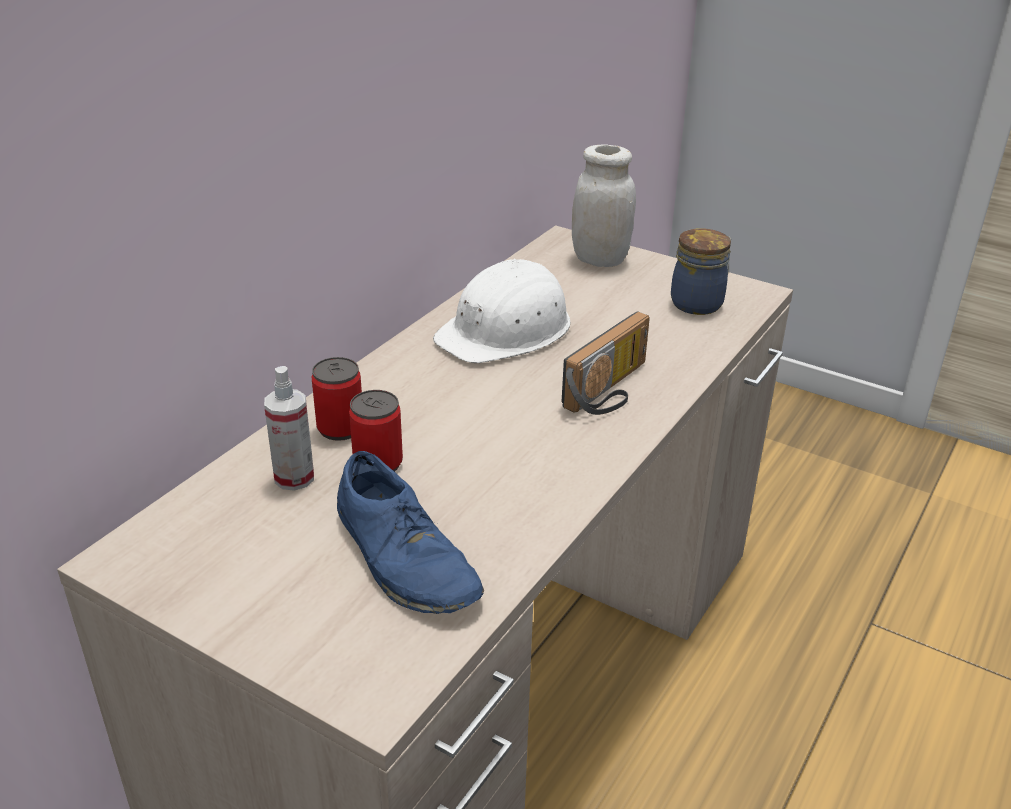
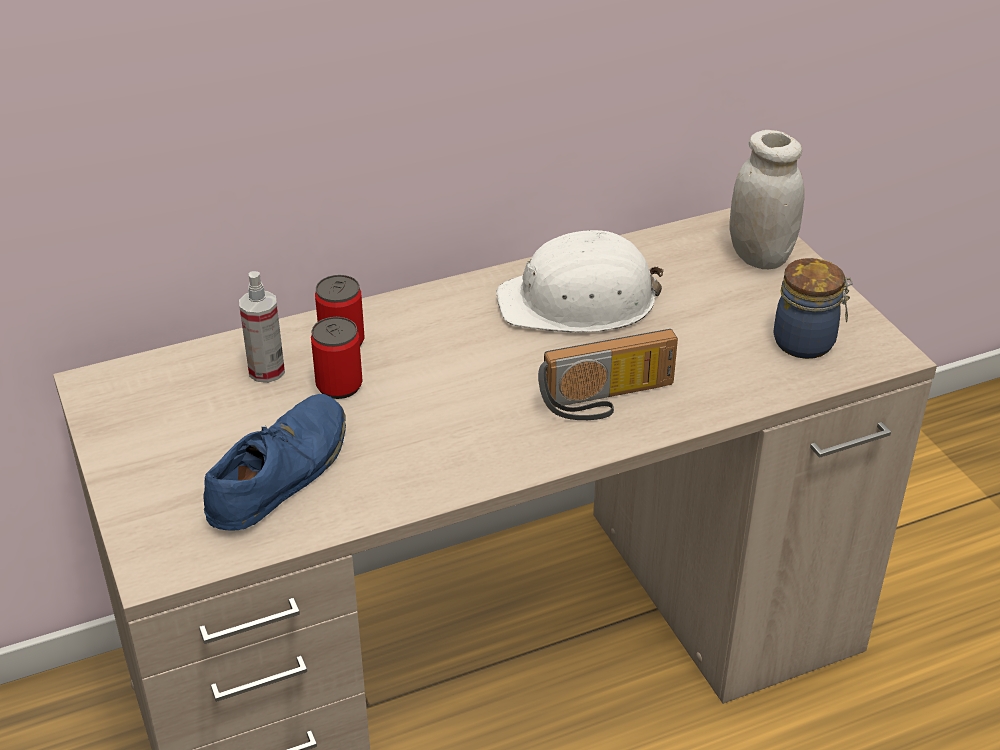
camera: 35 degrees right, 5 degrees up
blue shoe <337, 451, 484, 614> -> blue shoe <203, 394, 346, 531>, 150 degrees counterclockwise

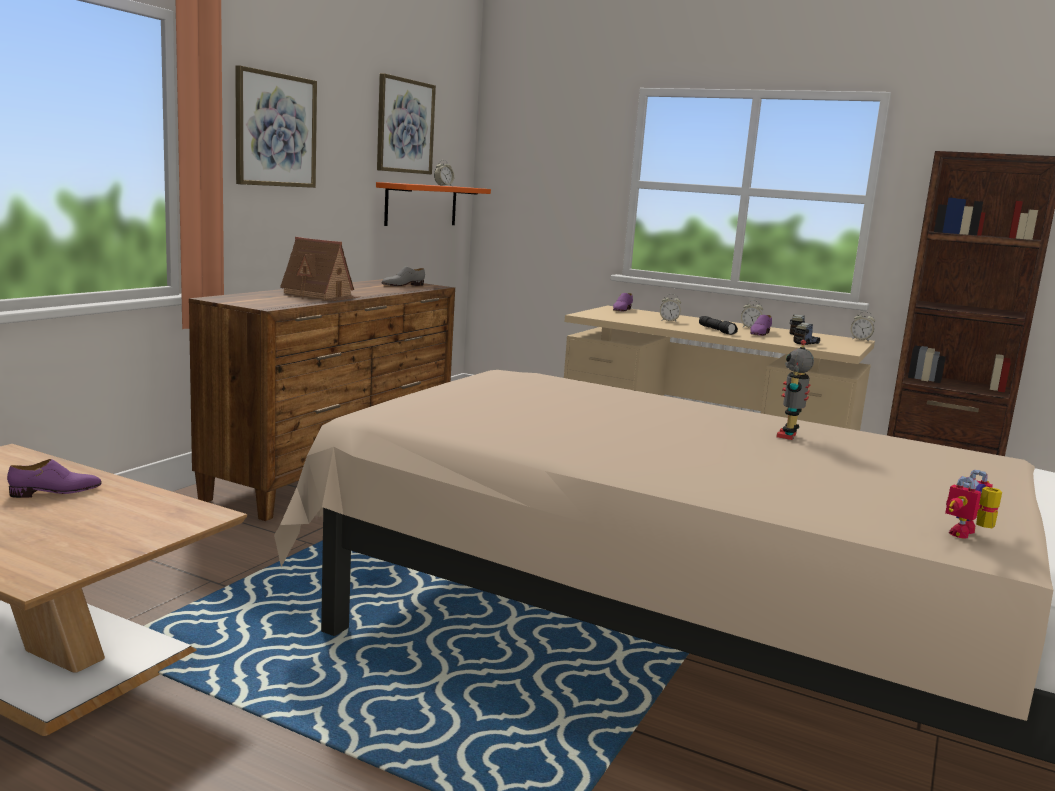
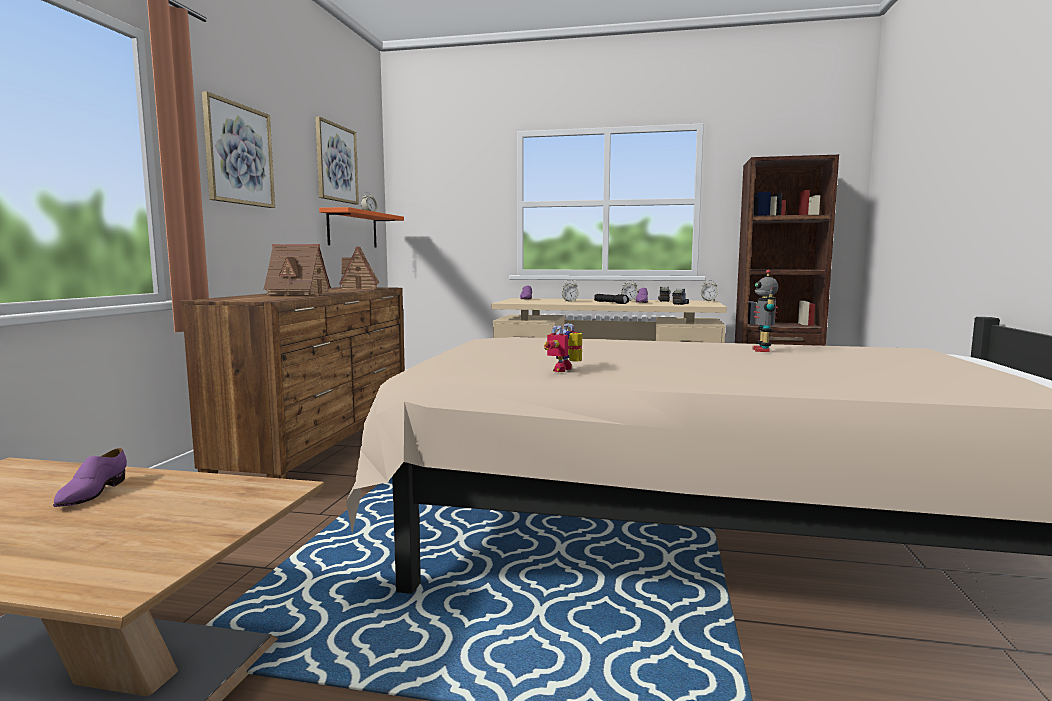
camera: 15 degrees left, 5 degrees down
grey shoe <382, 266, 425, 286> -> toy house <339, 246, 380, 290>
purple shoe <7, 459, 102, 498> -> purple shoe <53, 448, 127, 507>, 135 degrees clockwise
toy robot <945, 470, 1002, 538> -> toy robot <544, 323, 582, 372>, moved

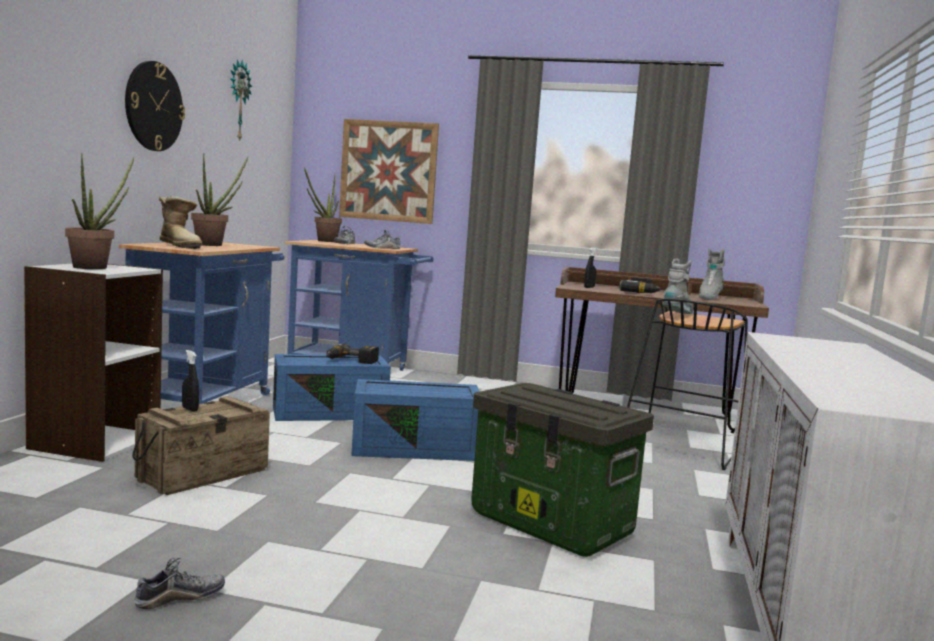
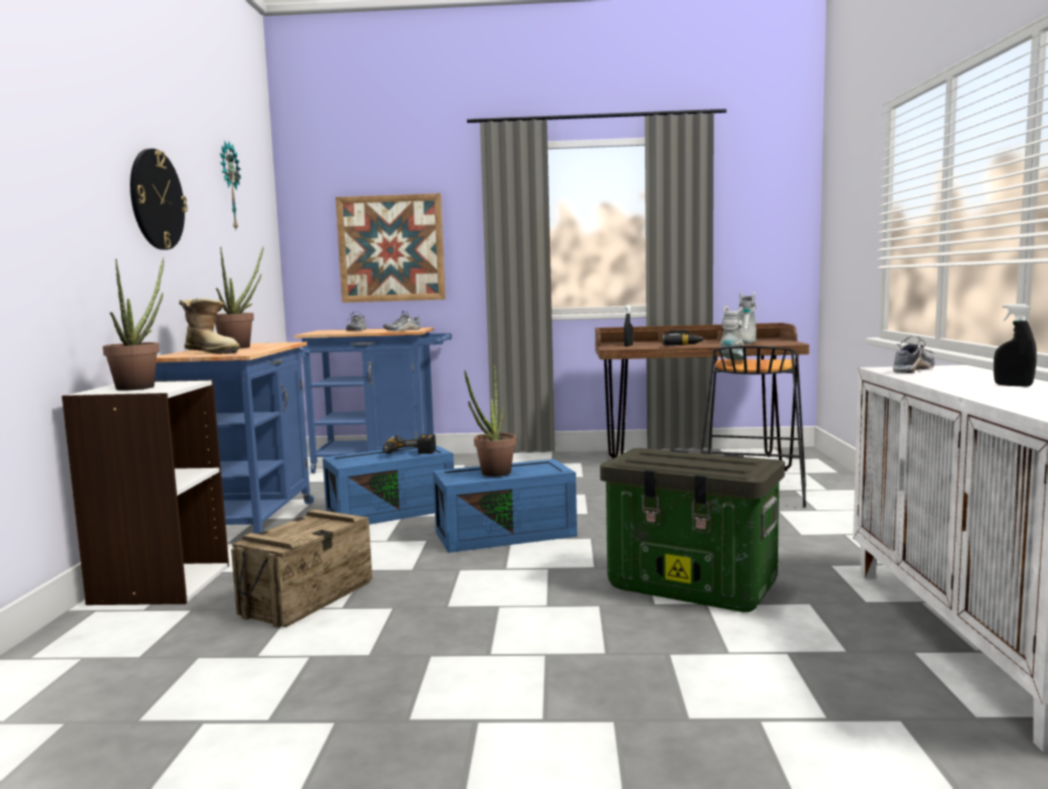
camera: 10 degrees left, 0 degrees up
potted plant <304, 167, 342, 242> -> potted plant <464, 365, 516, 477>, moved
black spray bottle <182, 350, 199, 412> -> black spray bottle <994, 304, 1037, 387>, moved
shoe <134, 558, 225, 609> -> shoe <893, 336, 935, 373>, moved

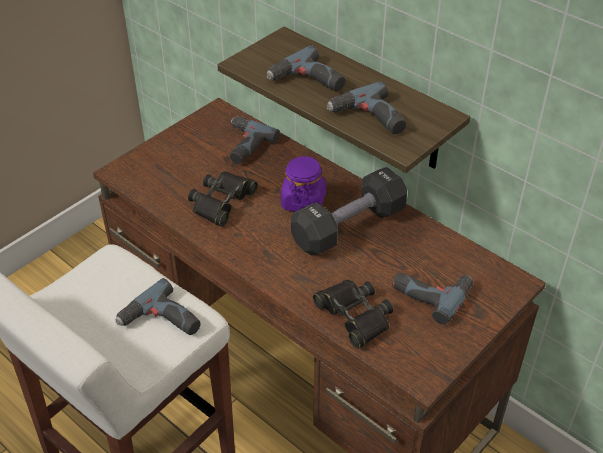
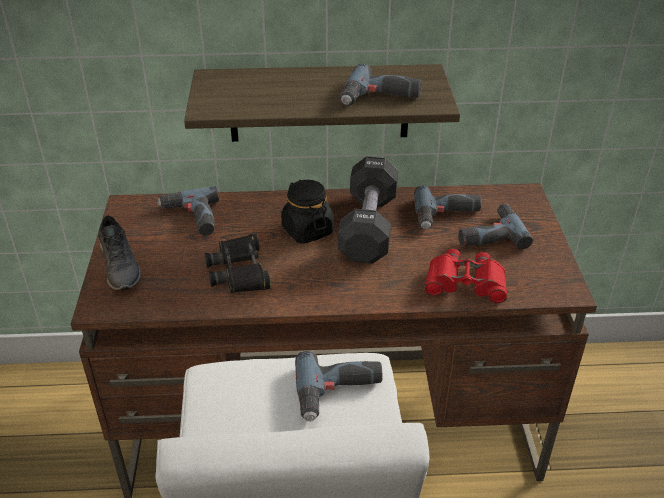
camera: 45 degrees left, 5 degrees down
power drill <266, 45, 345, 91> -> power drill <414, 185, 481, 229>, moved
purple jar <281, 155, 326, 212> -> black jar <281, 180, 334, 244>
black binoculars <313, 280, 393, 349> -> red binoculars <424, 249, 508, 303>
none -> grey shoe <98, 215, 141, 291>

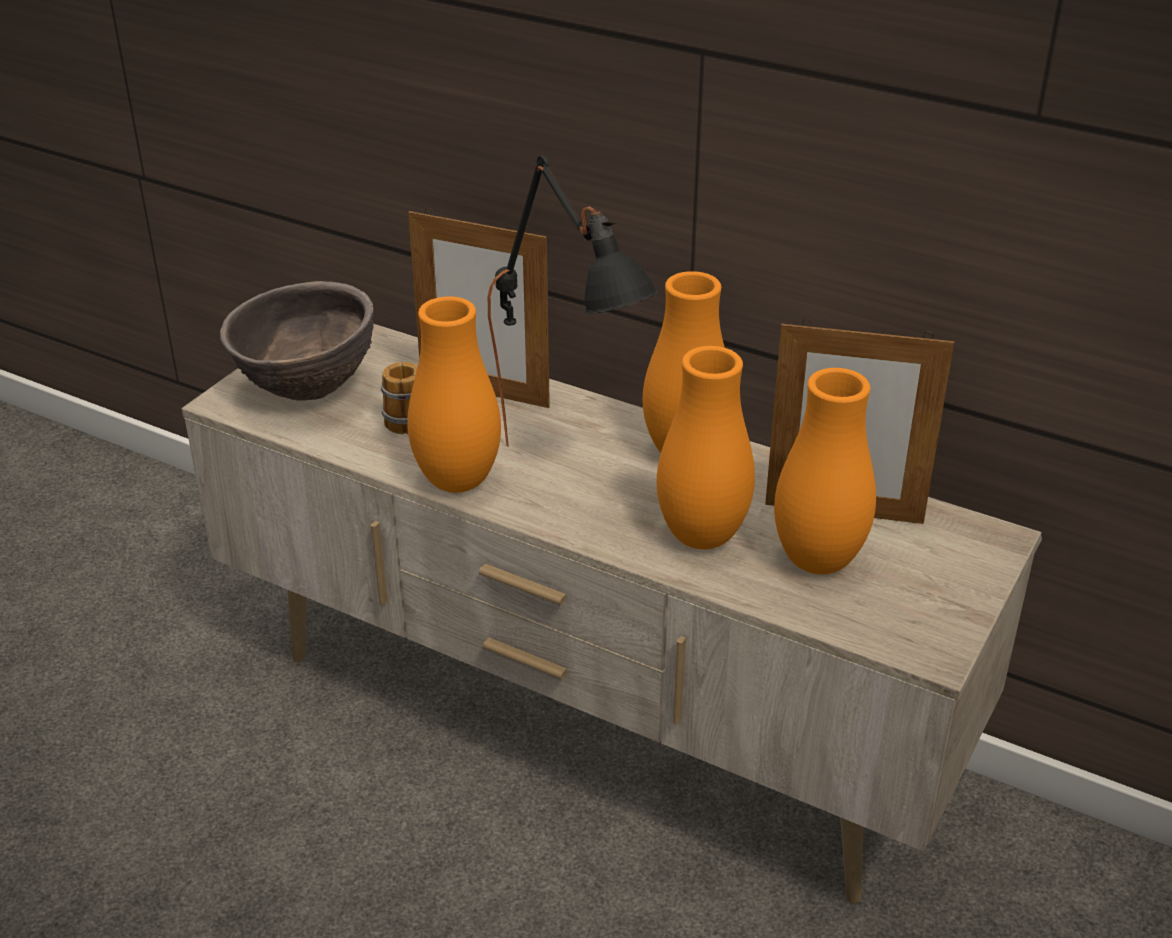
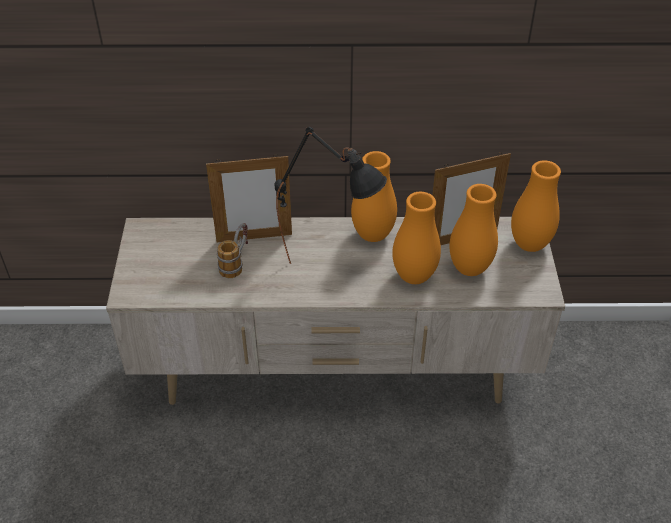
camera: 30 degrees left, 10 degrees up
brown bowl <220, 281, 374, 401> -> none
orange vase <407, 297, 501, 493> -> orange vase <511, 160, 561, 252>, moved

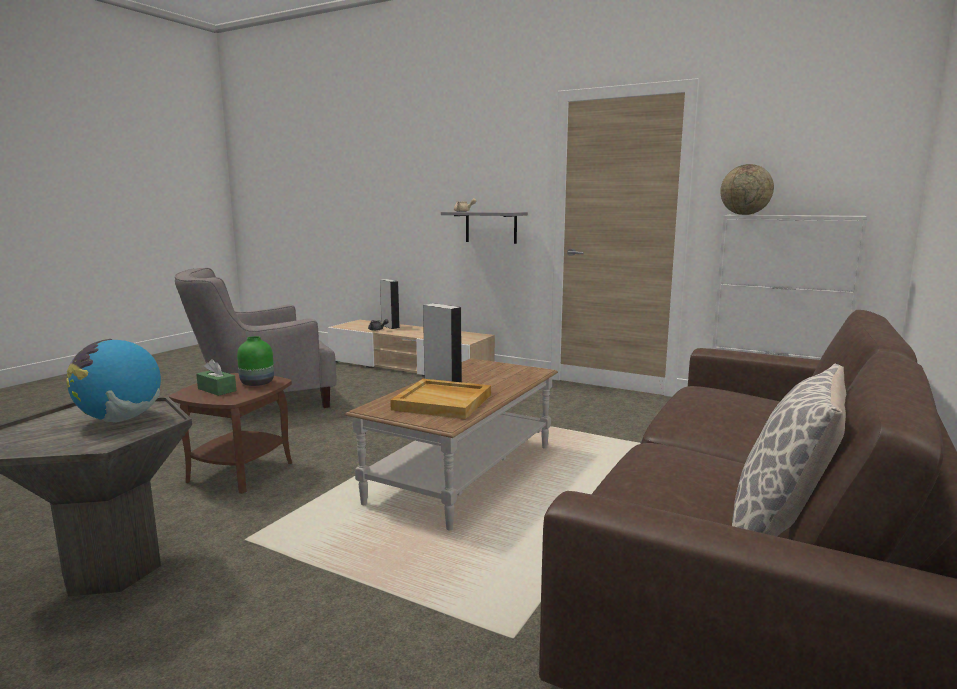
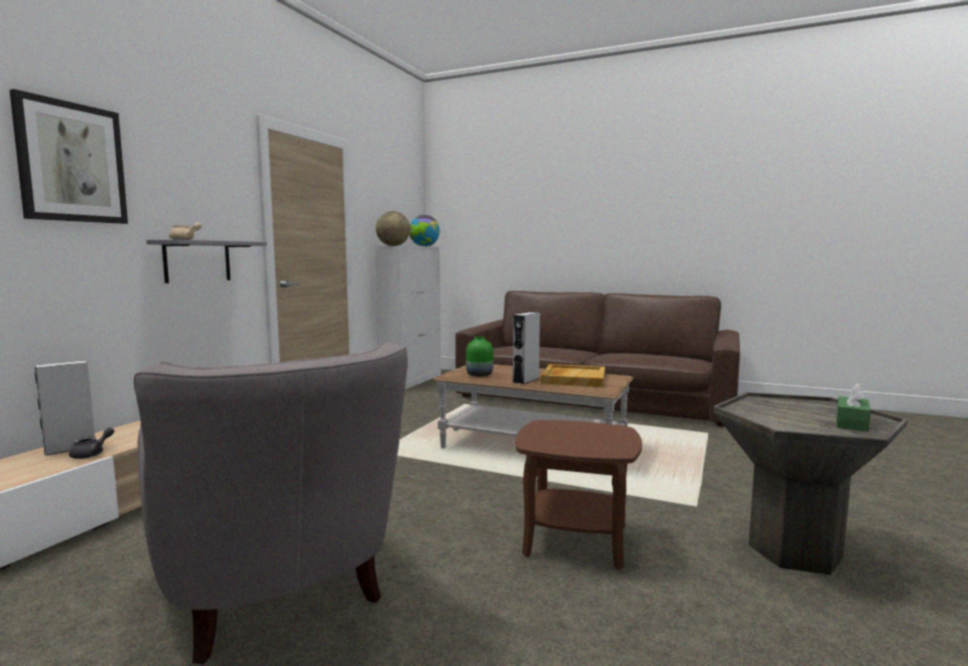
camera: 95 degrees left, 5 degrees down
green vase <237, 336, 274, 386> -> green vase <466, 337, 493, 377>, moved
globe <66, 339, 161, 422> -> globe <409, 215, 440, 247>, moved
green tissue box <196, 359, 236, 396> -> green tissue box <837, 383, 871, 432>, moved
pillow <732, 364, 846, 536> -> none
none -> picture <10, 89, 128, 224>

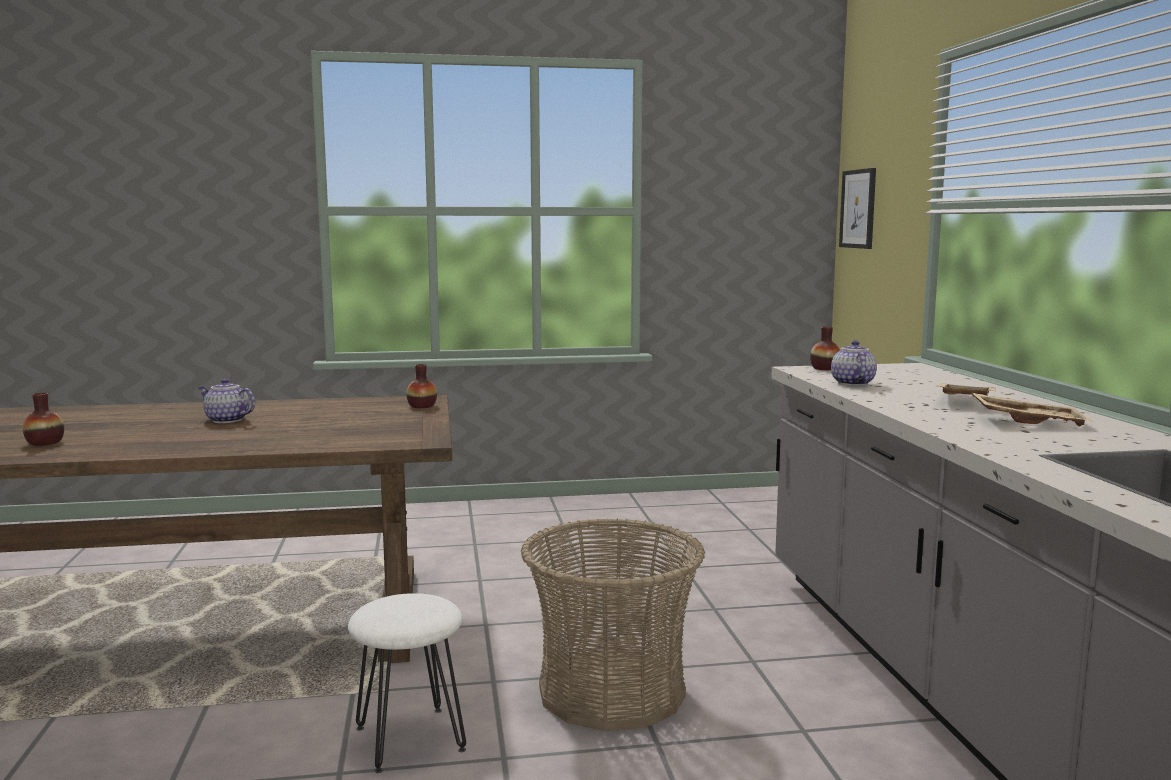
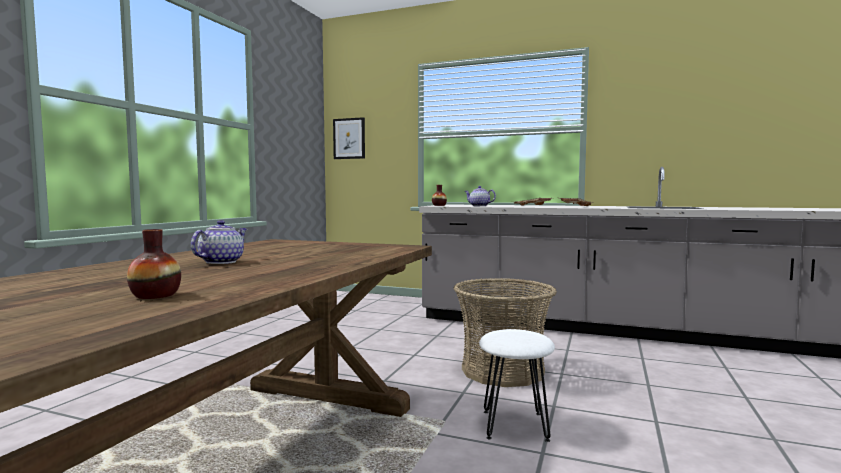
camera: 60 degrees left, 5 degrees down
vase <406, 364, 437, 408> -> none
teapot <198, 379, 255, 423> -> teapot <191, 220, 247, 264>, 150 degrees clockwise

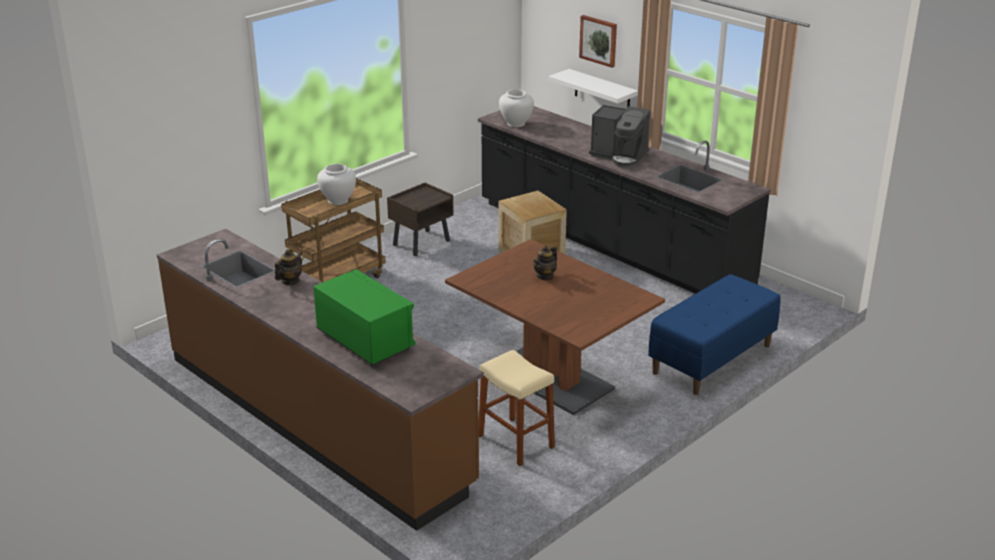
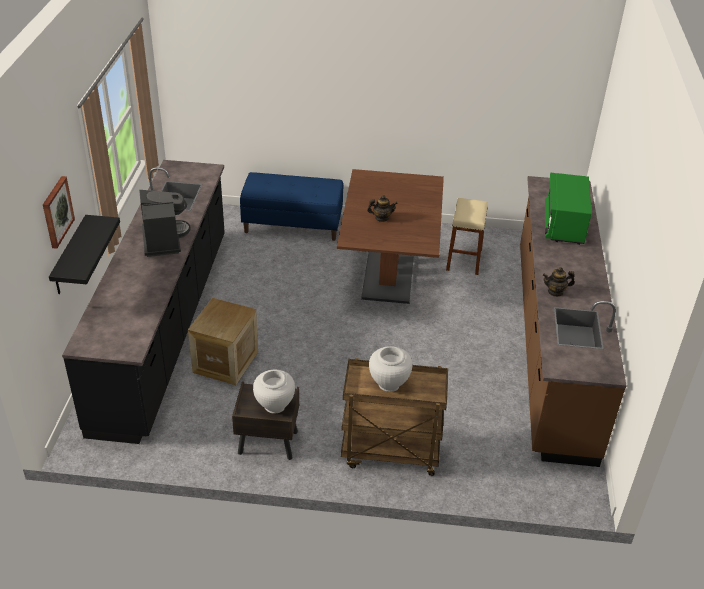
camera: 130 degrees left, 10 degrees up
white shelf <548, 69, 638, 107> -> black shelf <49, 215, 120, 294>
white vase <499, 89, 534, 127> -> white vase <253, 369, 295, 414>, moved

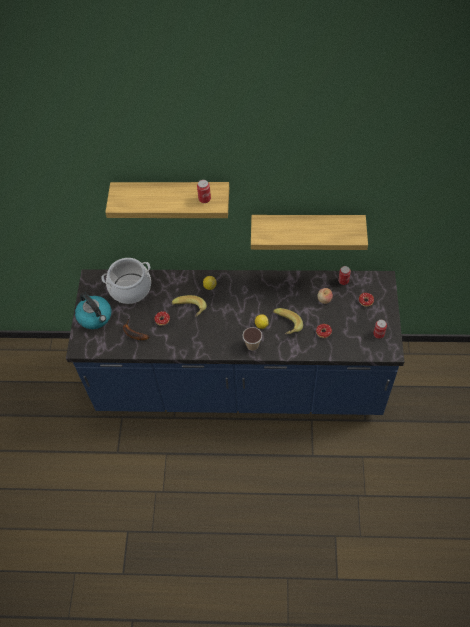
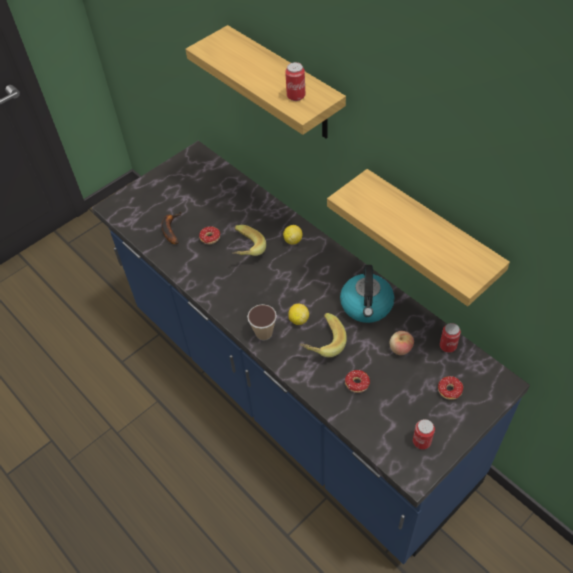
camera: 45 degrees right, 5 degrees down
cooking pot <101, 258, 151, 304> -> none
kettle <75, 292, 111, 329> -> kettle <340, 265, 394, 323>, moved

